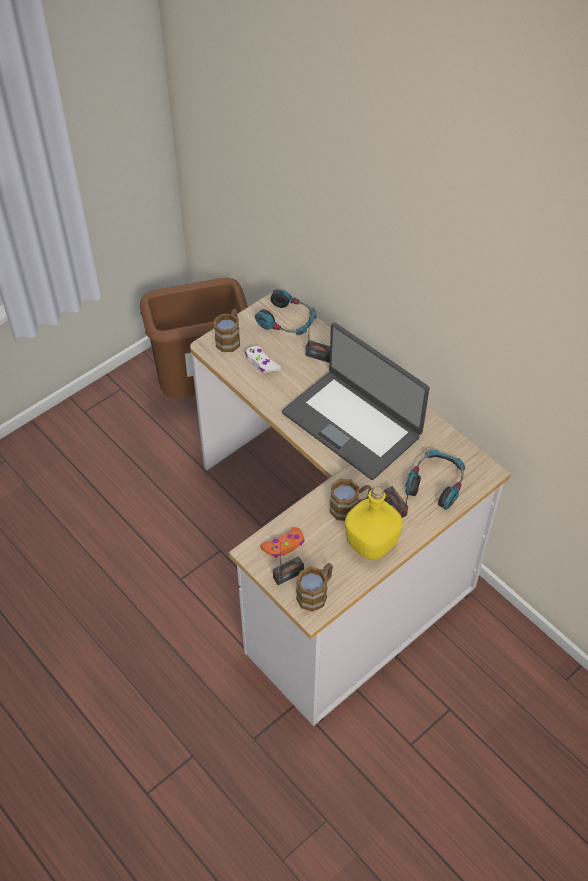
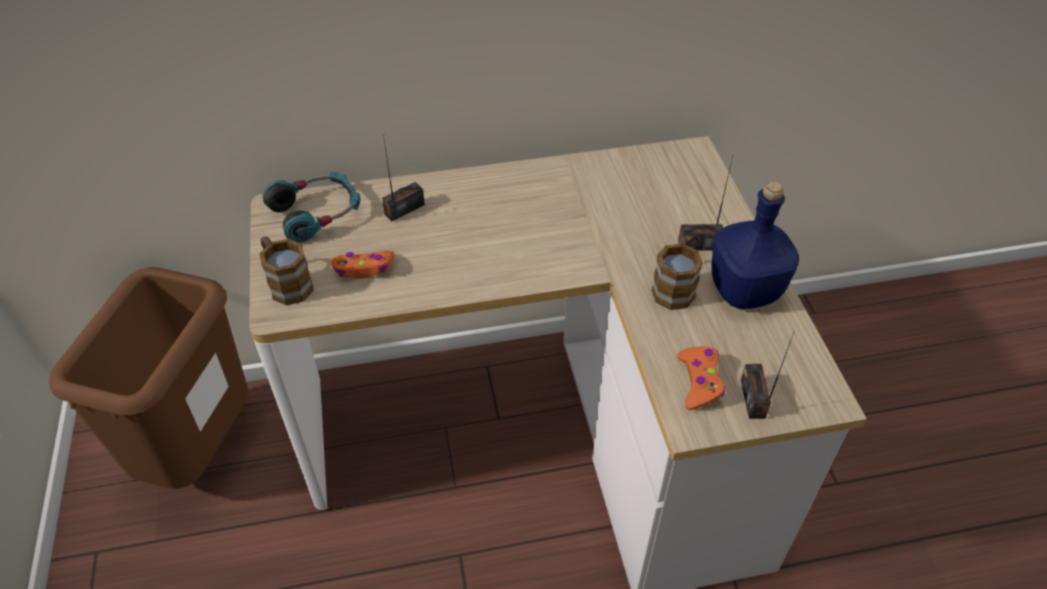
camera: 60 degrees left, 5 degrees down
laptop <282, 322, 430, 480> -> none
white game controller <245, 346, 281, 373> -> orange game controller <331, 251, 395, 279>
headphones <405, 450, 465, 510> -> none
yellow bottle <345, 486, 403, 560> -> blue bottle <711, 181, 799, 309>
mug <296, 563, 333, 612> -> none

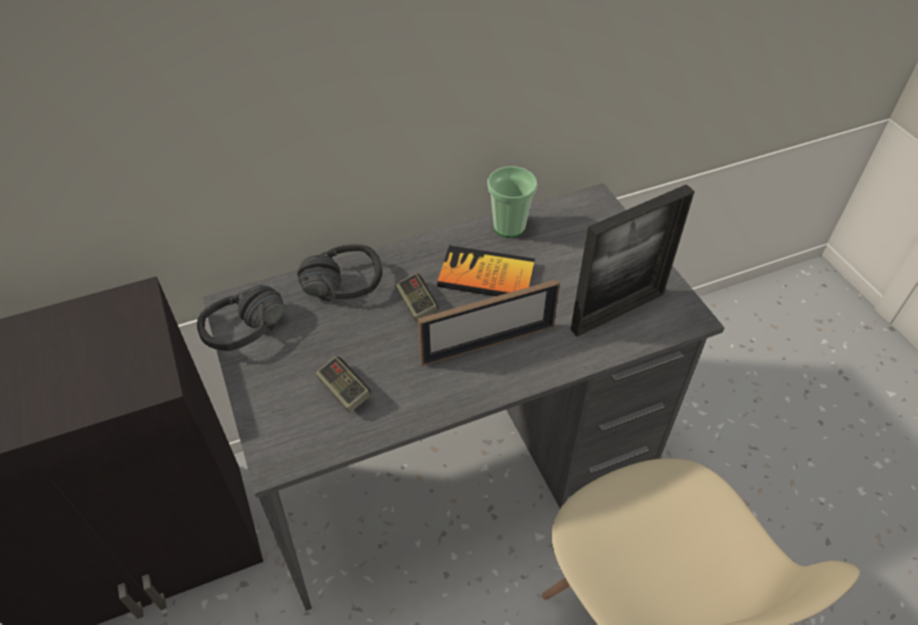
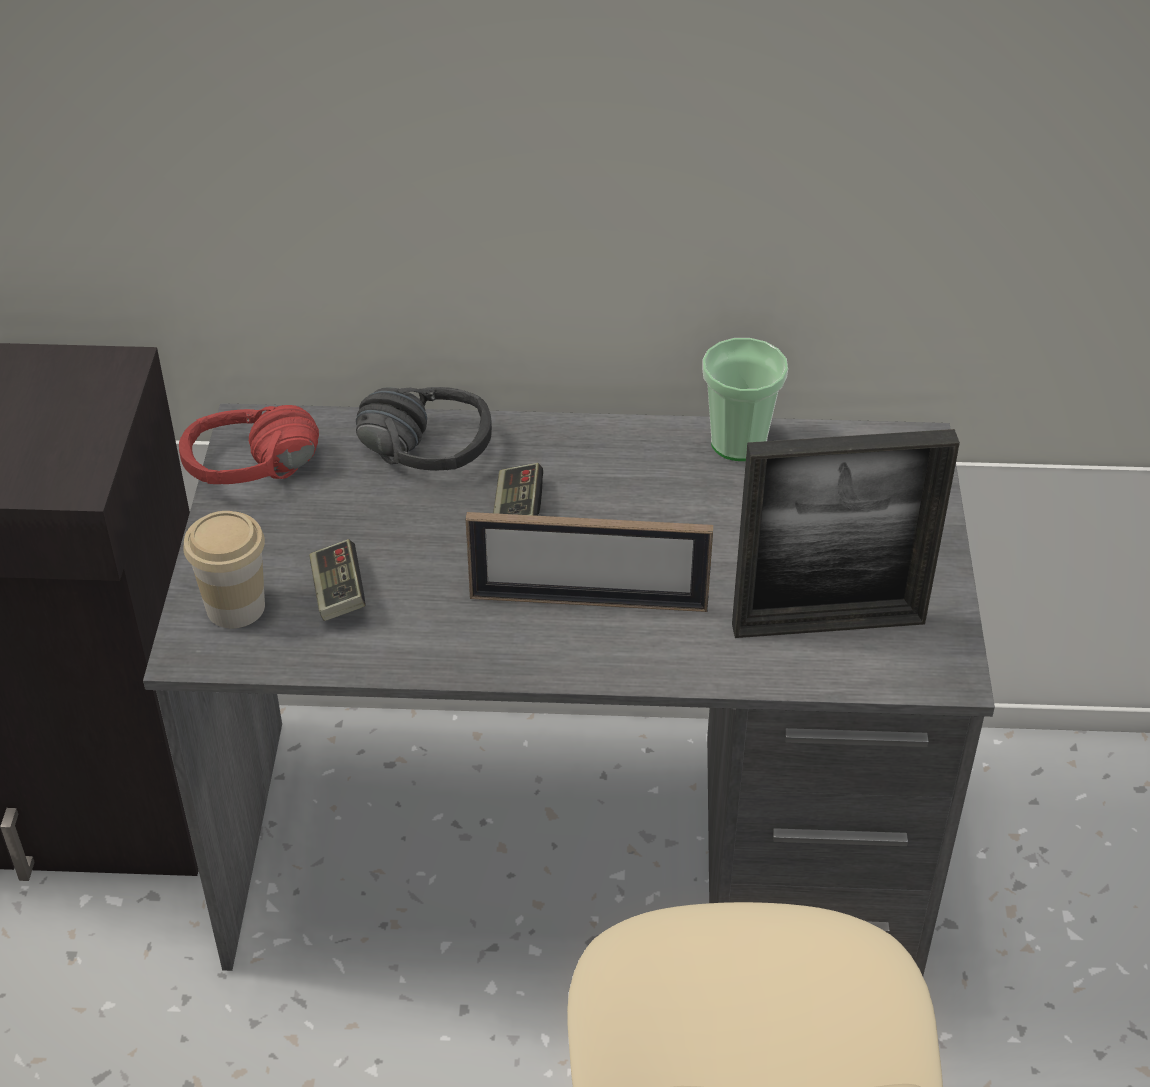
camera: 25 degrees right, 5 degrees down
book <437, 245, 535, 296> -> none
black headphones <197, 285, 285, 351> -> red headphones <179, 405, 319, 484>
none -> cup <183, 511, 265, 628>

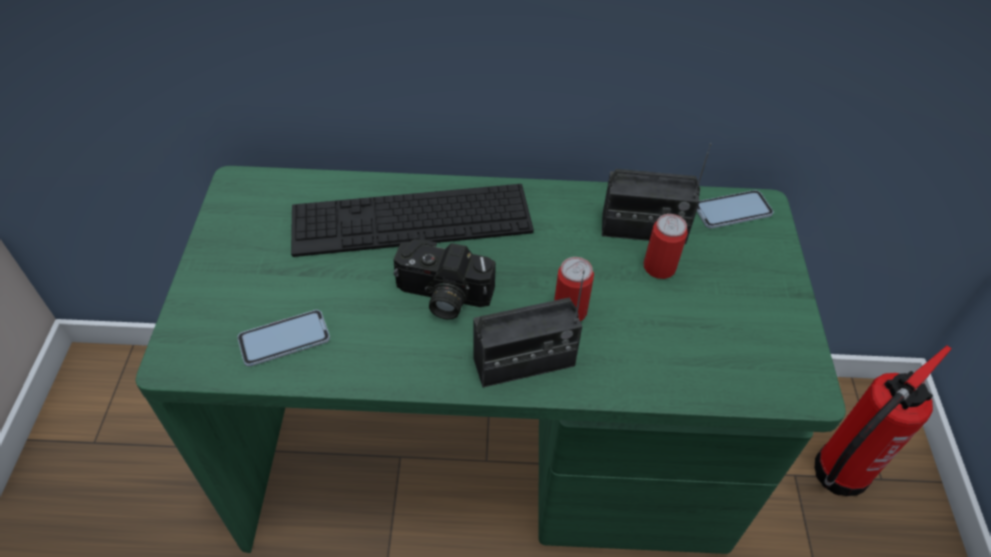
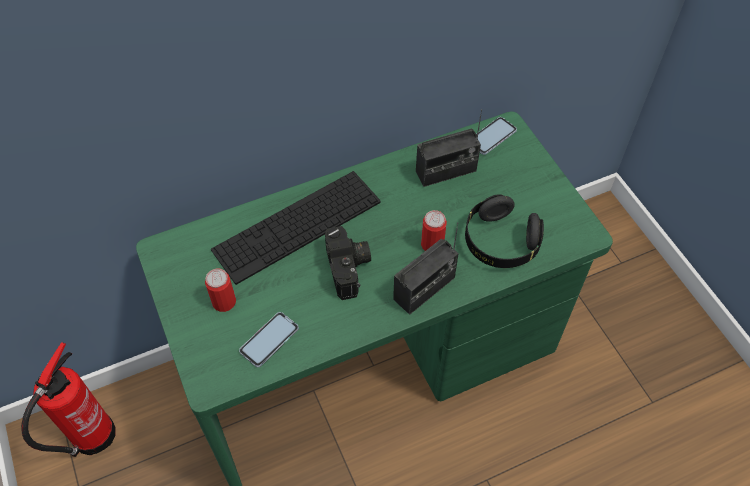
camera: 25 degrees left, 5 degrees up
can <644, 214, 688, 279> -> can <205, 268, 236, 312>, moved
photo camera <394, 239, 496, 320> -> photo camera <325, 226, 371, 300>, 90 degrees counterclockwise
fire extinguisher <815, 346, 952, 496> -> fire extinguisher <21, 342, 116, 457>, moved
none -> black headphones <465, 194, 544, 268>

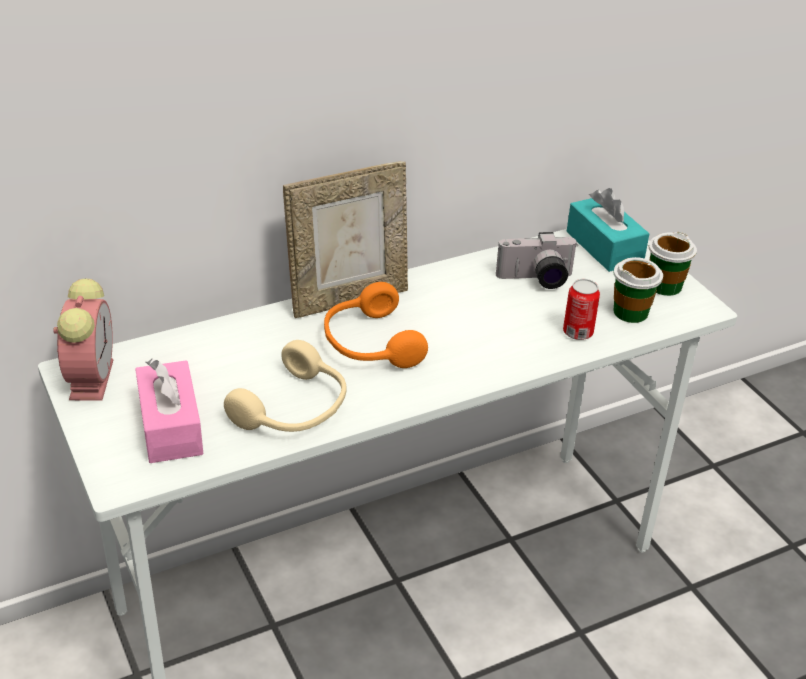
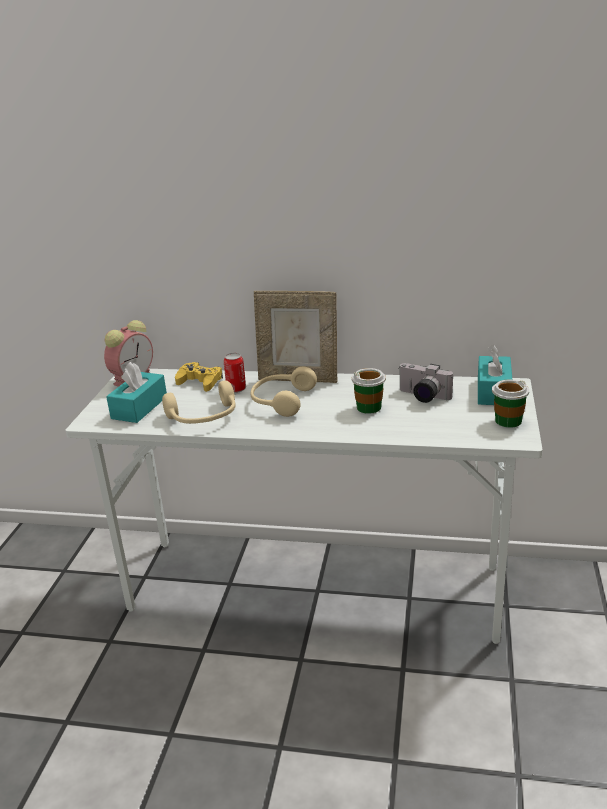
camera: 40 degrees right, 10 degrees down
cup <614, 257, 663, 323> -> cup <351, 368, 386, 414>, moved
can <563, 279, 600, 340> -> can <224, 353, 246, 393>, moved
orange headphones <324, 282, 428, 368> -> beige headphones <251, 367, 317, 417>
pink tissue box <135, 359, 203, 463> -> turquoise tissue box <106, 362, 167, 423>
none -> yellow game controller <175, 362, 223, 392>

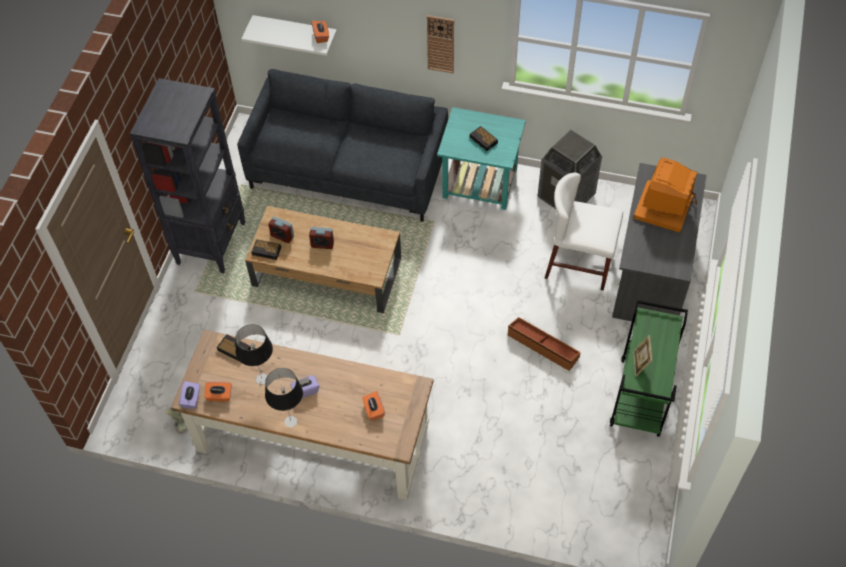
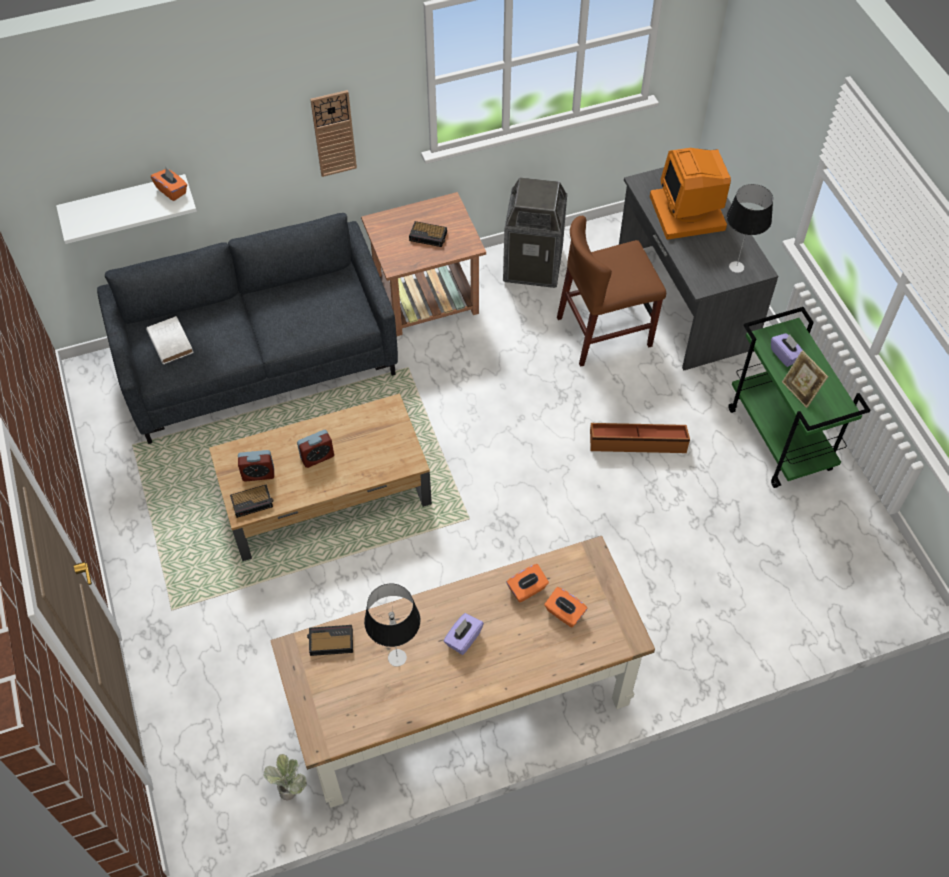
camera: 35 degrees left, 0 degrees up
black bookcase <130, 78, 246, 274> -> none
turquoise side table <437, 107, 526, 210> -> brown side table <361, 192, 486, 336>
white chair <545, 173, 623, 291> -> brown chair <557, 216, 666, 367>
table lamp <265, 368, 303, 427> -> table lamp <727, 184, 773, 273>, moved
purple tissue box <179, 381, 200, 409> -> purple tissue box <771, 333, 802, 367>, moved
orange tissue box <204, 382, 232, 401> -> orange tissue box <506, 564, 549, 602>, moved
none -> white book <146, 316, 194, 364>

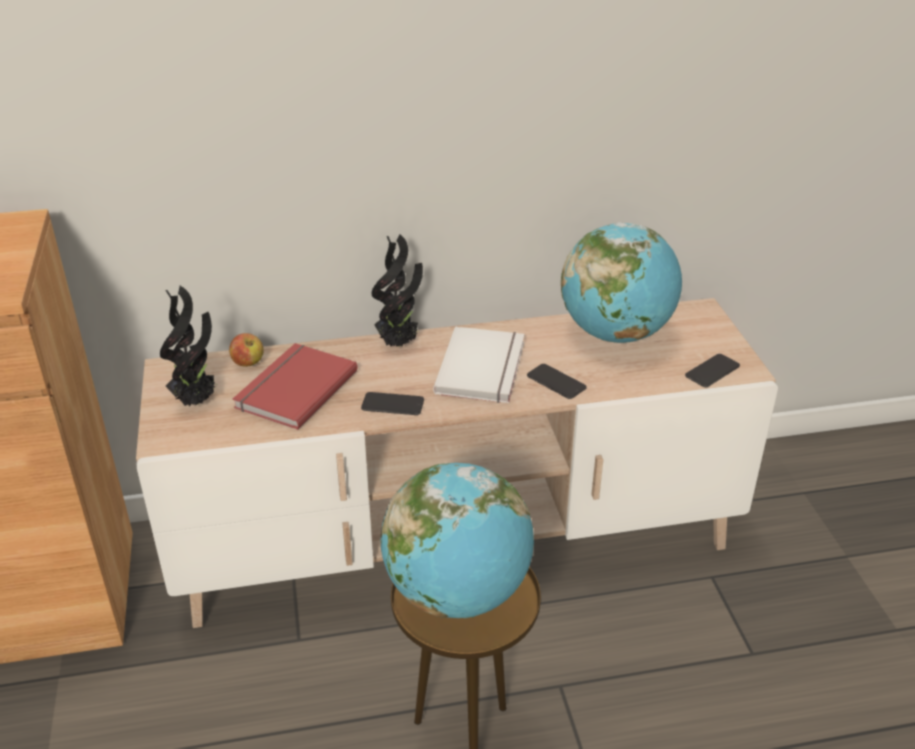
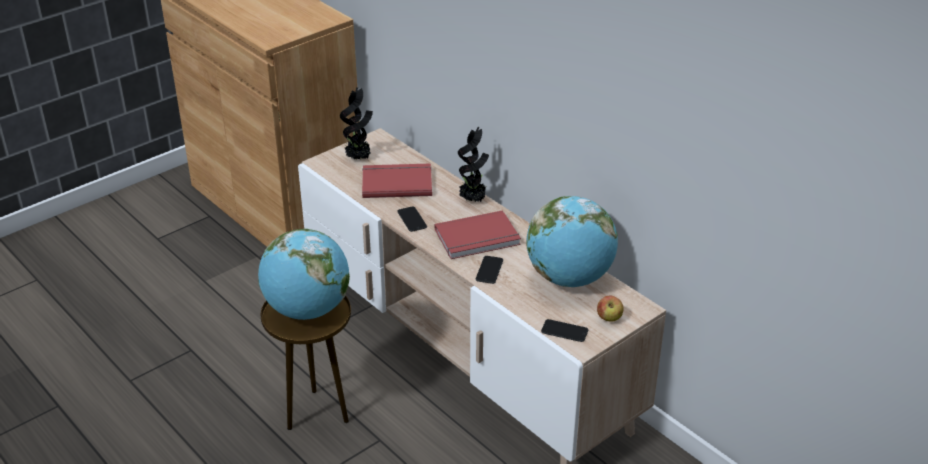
camera: 60 degrees right, 0 degrees up
white book <433, 327, 524, 403> -> red book <434, 210, 521, 259>
apple <229, 333, 264, 367> -> apple <597, 296, 624, 322>, moved

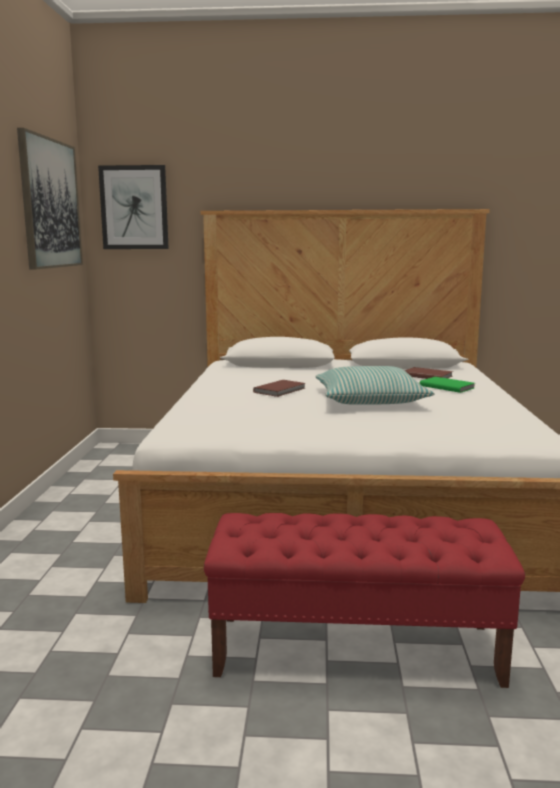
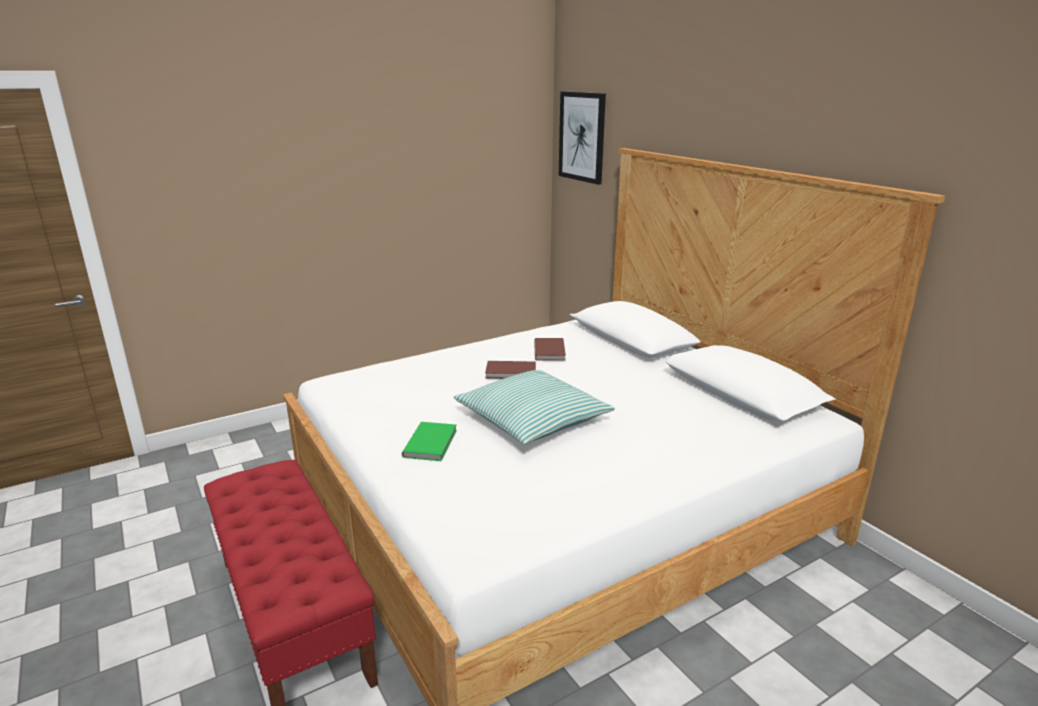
camera: 55 degrees right, 10 degrees up
picture <17, 128, 83, 270> -> none
brown book <404, 367, 453, 379> -> brown book <534, 338, 566, 361>, moved
green book <419, 377, 474, 393> -> green book <402, 422, 457, 461>, moved

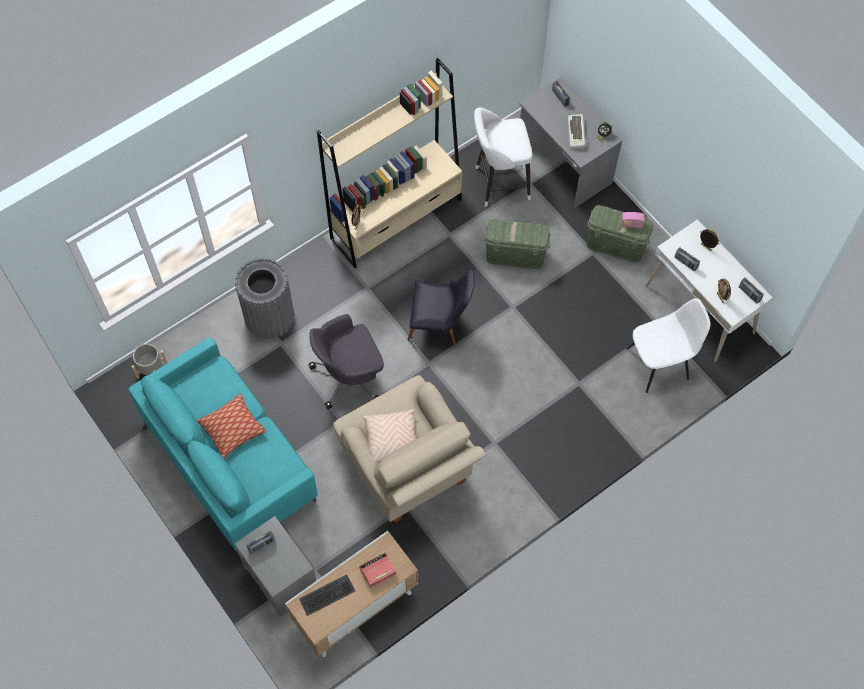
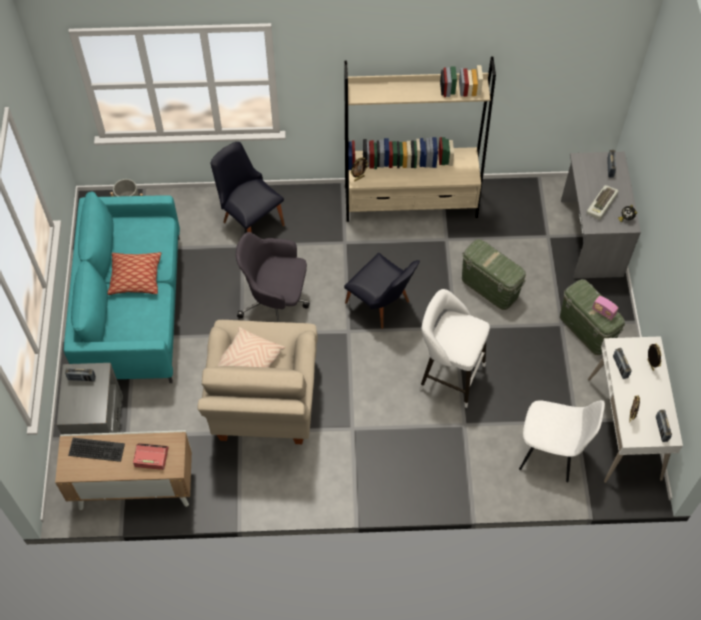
camera: 35 degrees right, 5 degrees down
white stool <474, 107, 532, 207> -> white stool <419, 289, 490, 408>, moved
grey trash can <235, 258, 294, 339> -> black chair <211, 142, 285, 233>

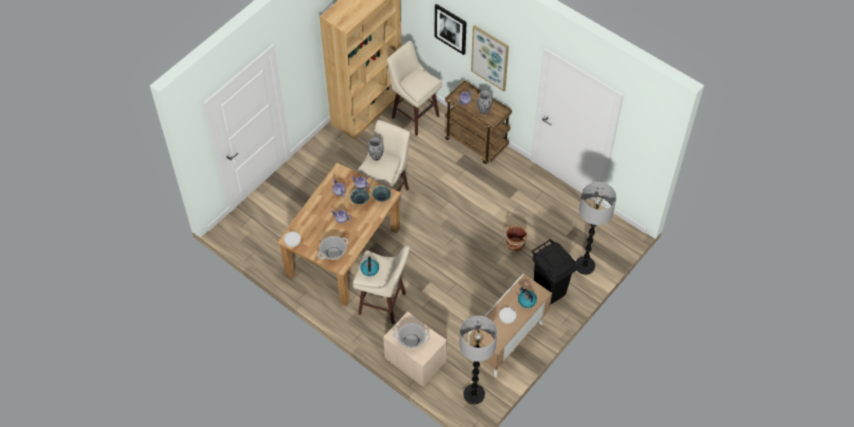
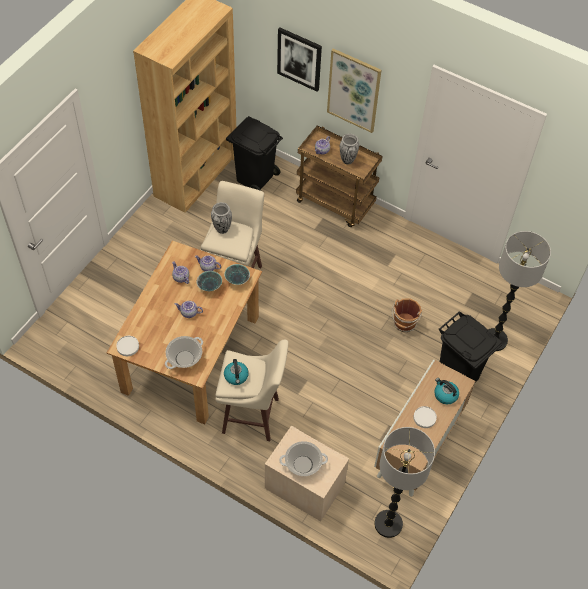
camera: 10 degrees left, 0 degrees up
beige stool <387, 41, 442, 136> -> black trash can <226, 116, 283, 191>

